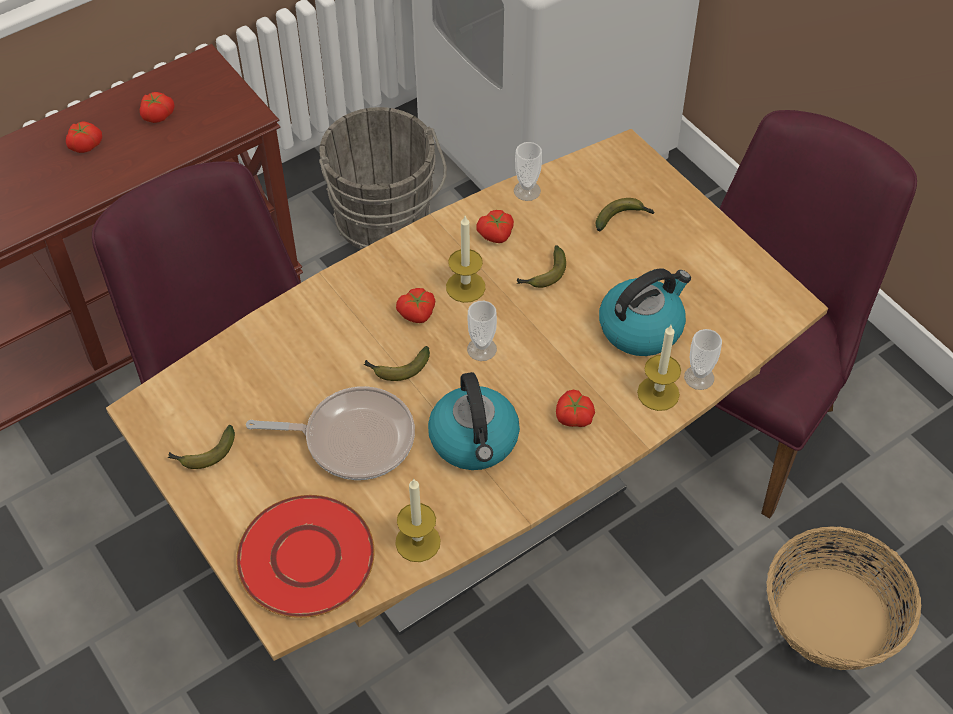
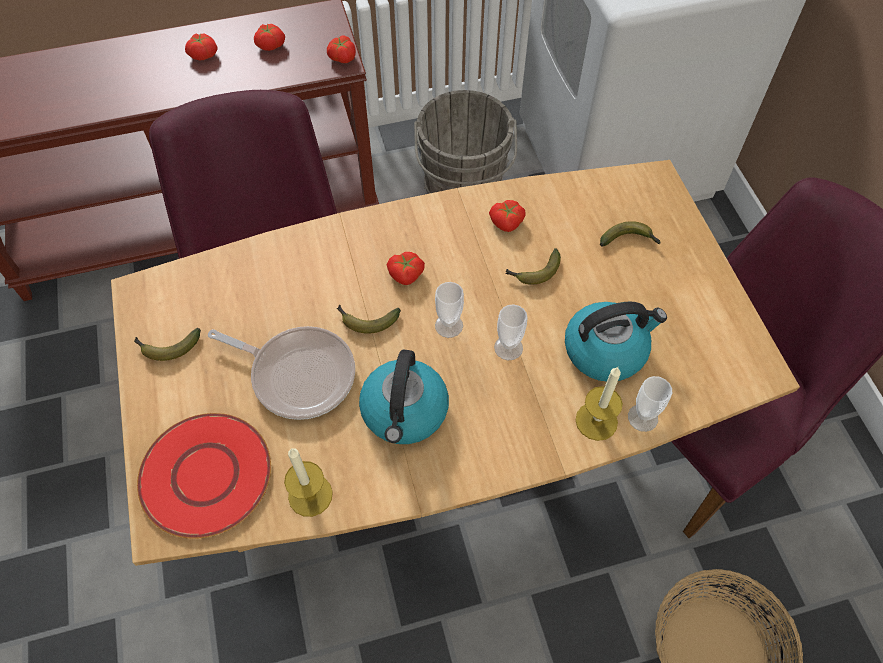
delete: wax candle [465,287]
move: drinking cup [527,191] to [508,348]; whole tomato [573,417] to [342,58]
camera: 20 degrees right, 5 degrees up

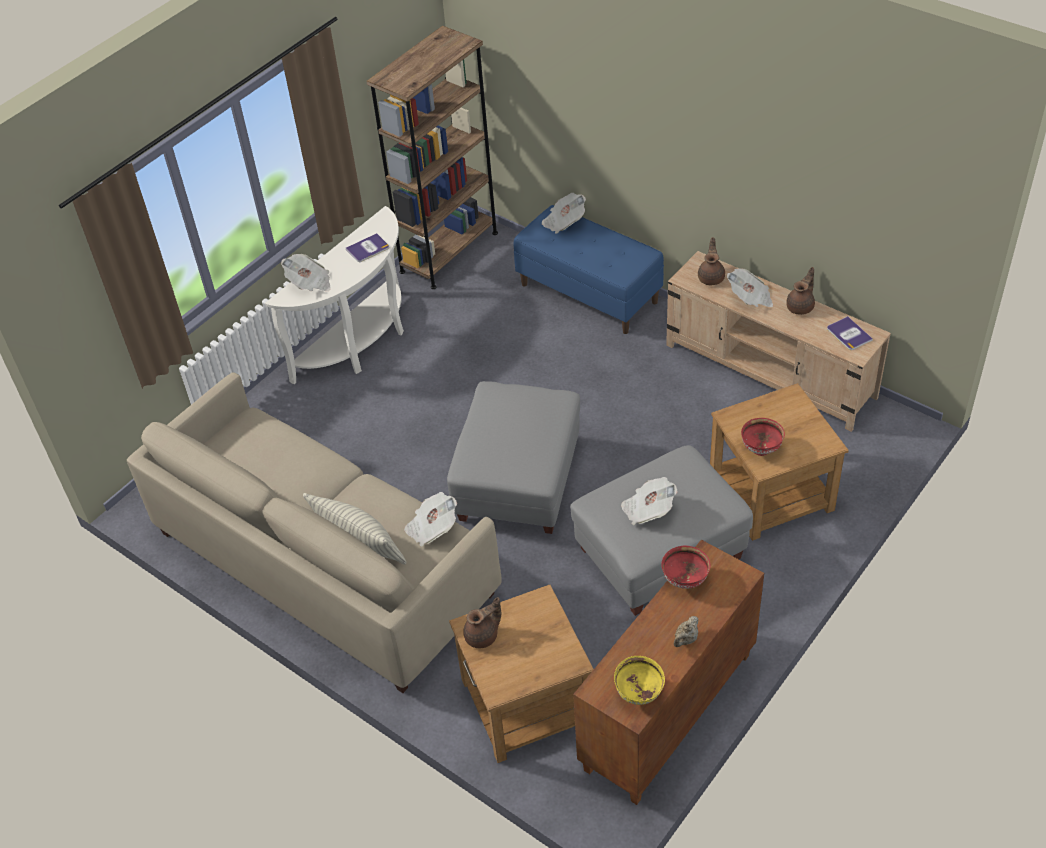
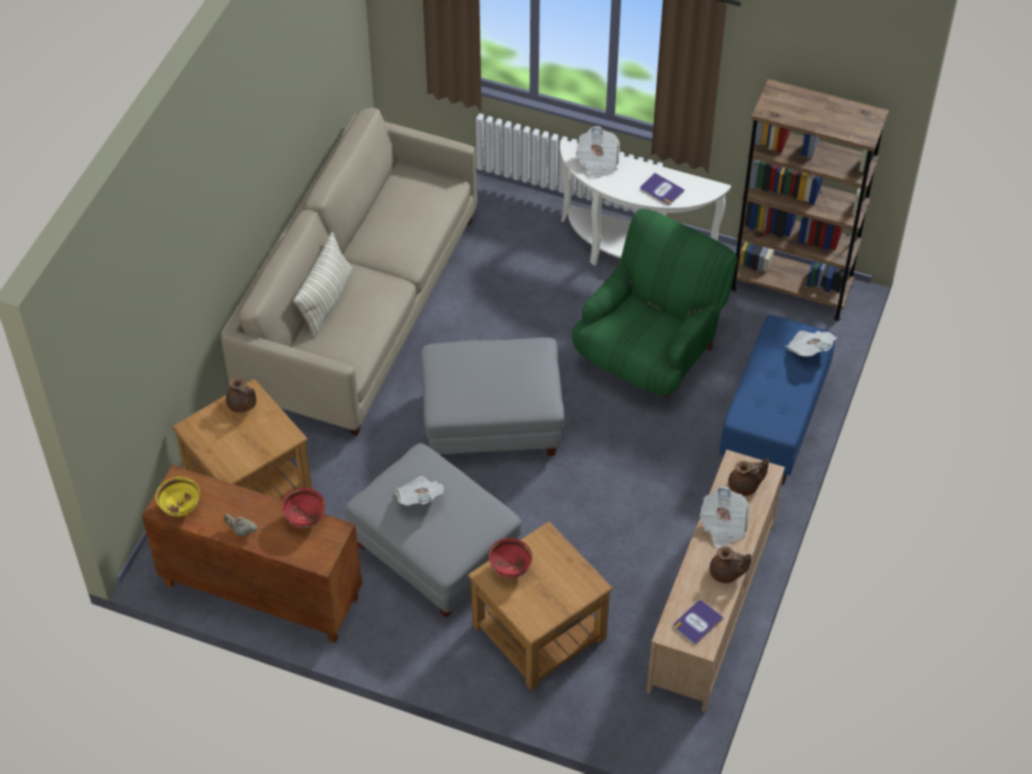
delete: newspaper [432,528]
insert: lounge chair (green) [649,353]
camera: 70 degrees right, 5 degrees up

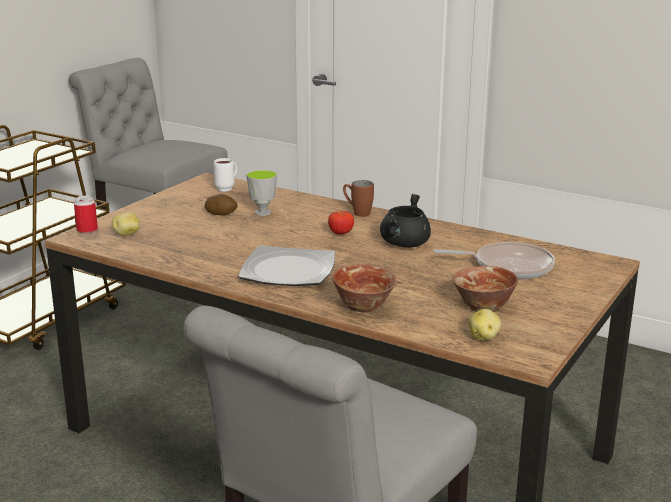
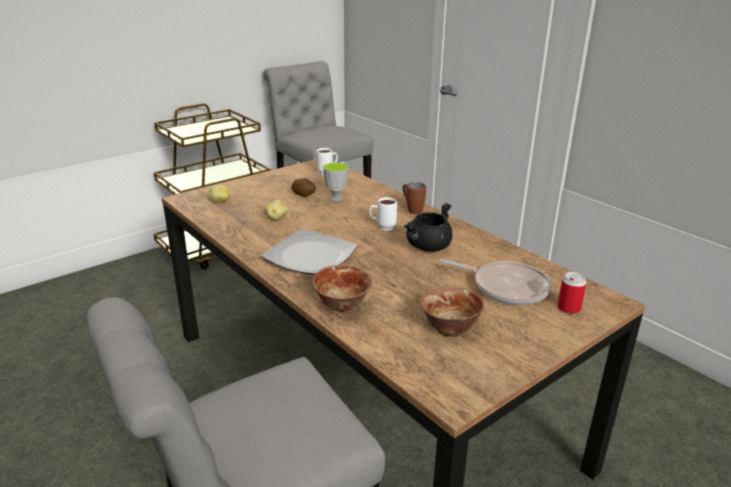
move: sealed can [87,230] to [568,308]; potato [484,337] to [277,218]
replace: whole tomato [341,233] to tea mug (white) [382,227]
camera: 20 degrees right, 5 degrees up

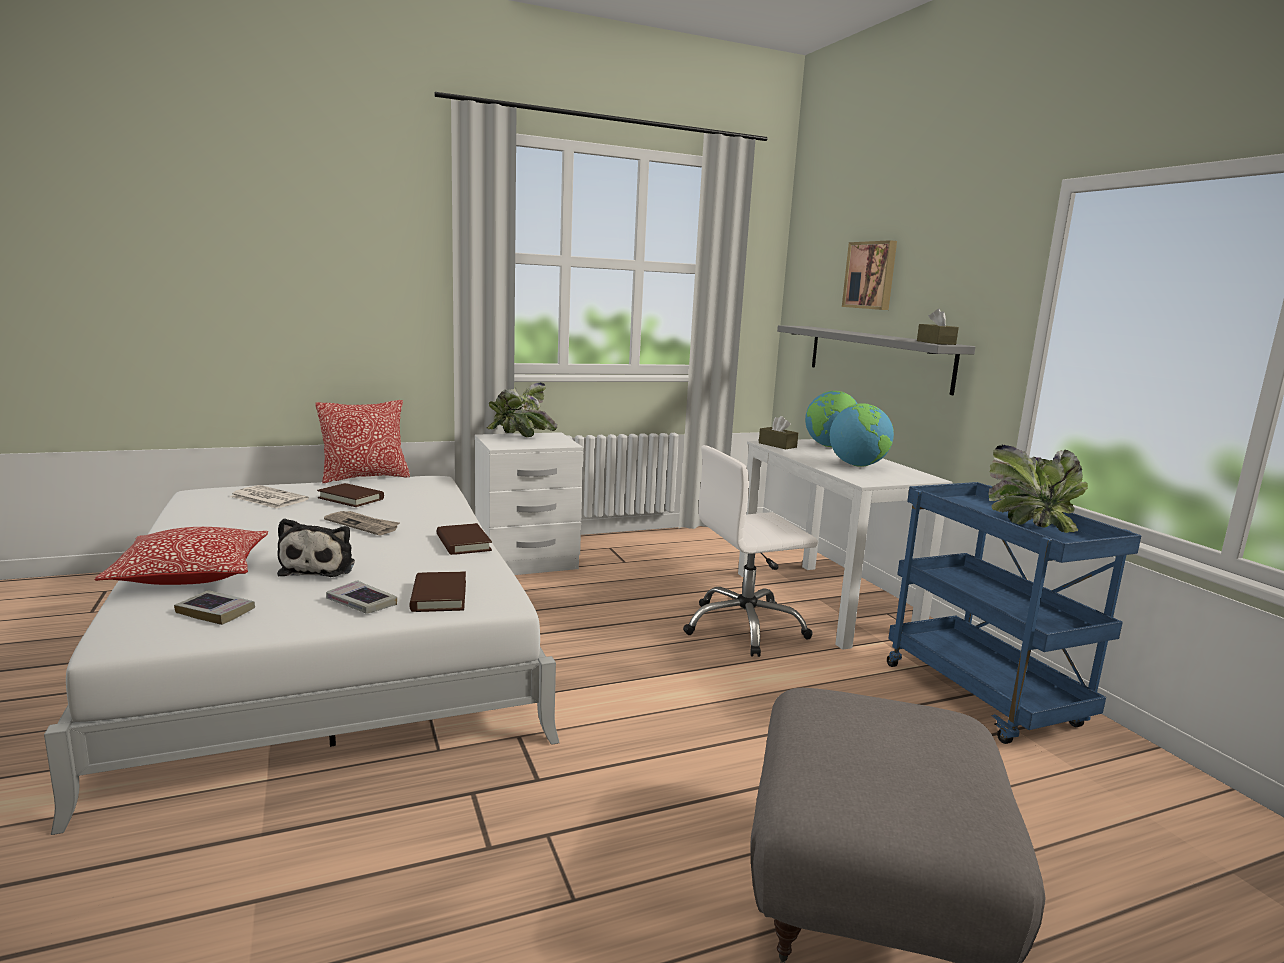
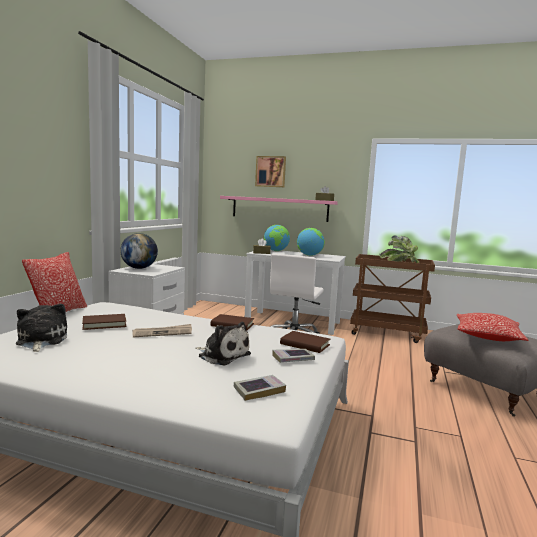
move: cushion [191,575] to [487,337]
replace: newspaper [267,498] to cuddly toy [40,340]; potted plant [520,437] to globe [139,268]
recolor: wall shelf (greyish) [877,357] to wall shelf (pink-coloured) [279,208]; trolley (blue) [984,697] to trolley (brown-coloured) [387,333]
camera: 50 degrees left, 5 degrees down

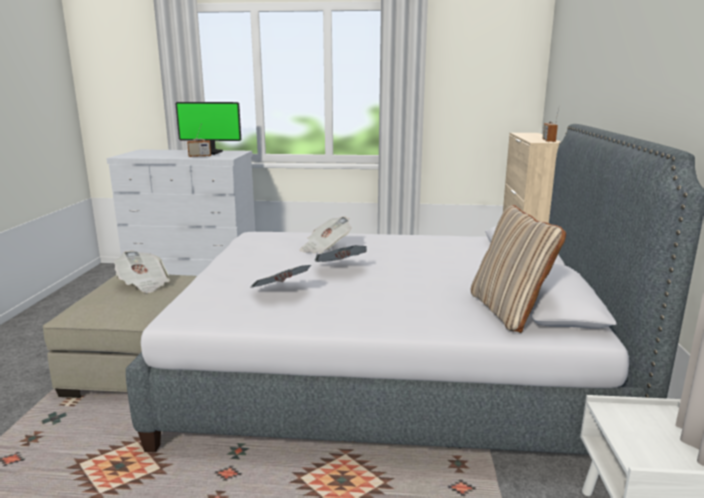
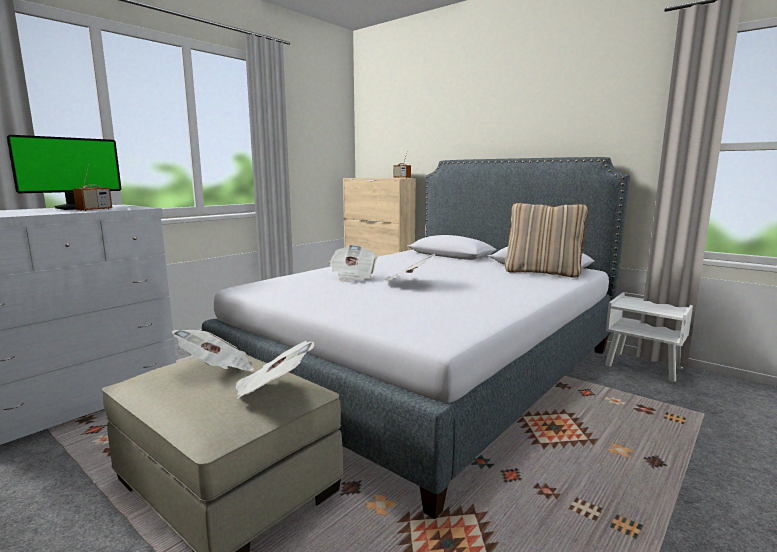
move: newspaper [280,292] to [273,389]
camera: 55 degrees left, 5 degrees down

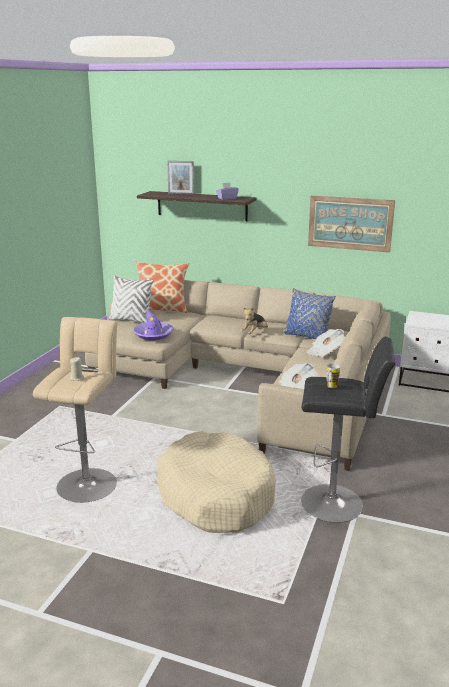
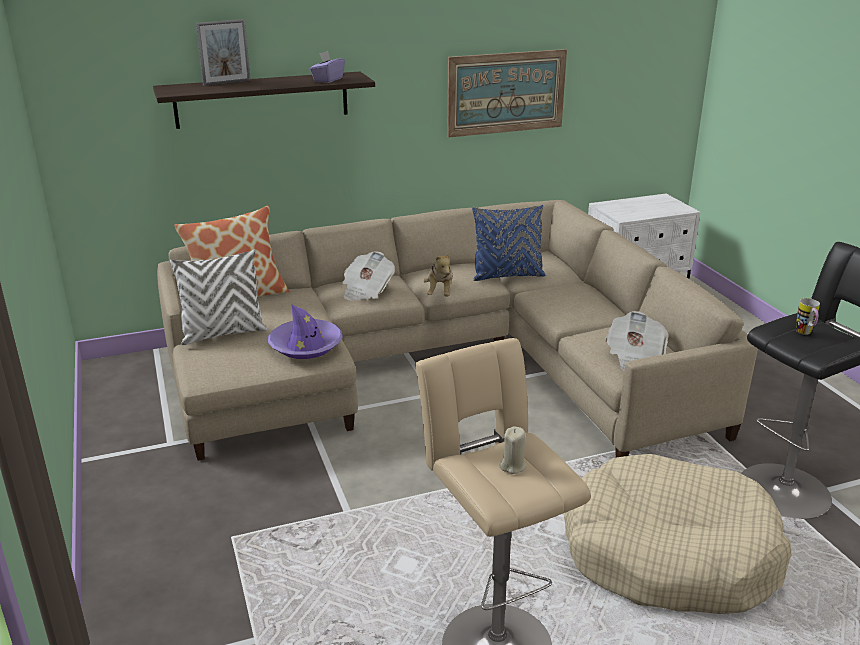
move: newspaper [325,352] to [366,290]
camera: 40 degrees left, 5 degrees up

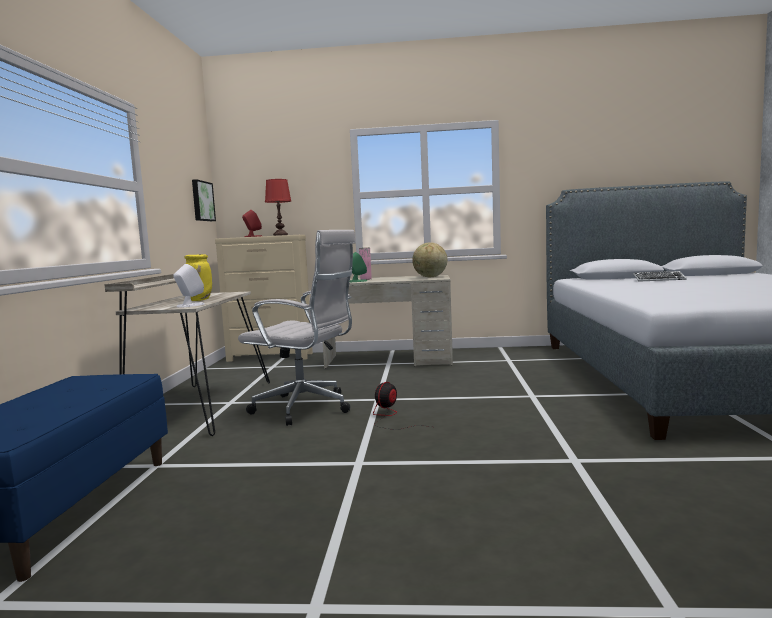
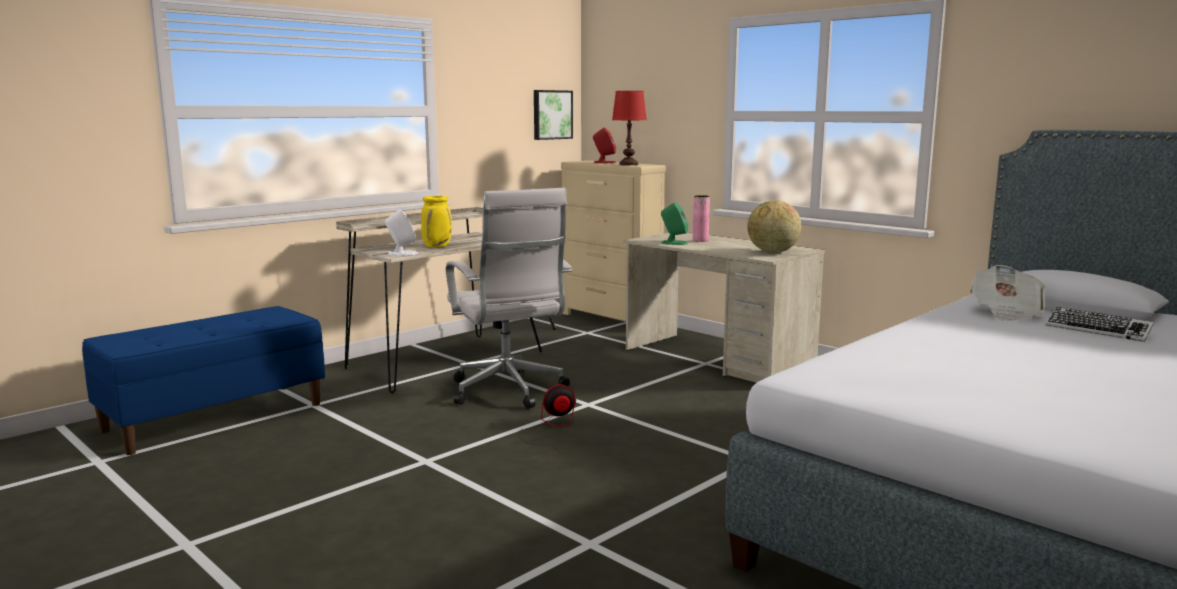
insert: newspaper [1006,312]
camera: 40 degrees right, 5 degrees up

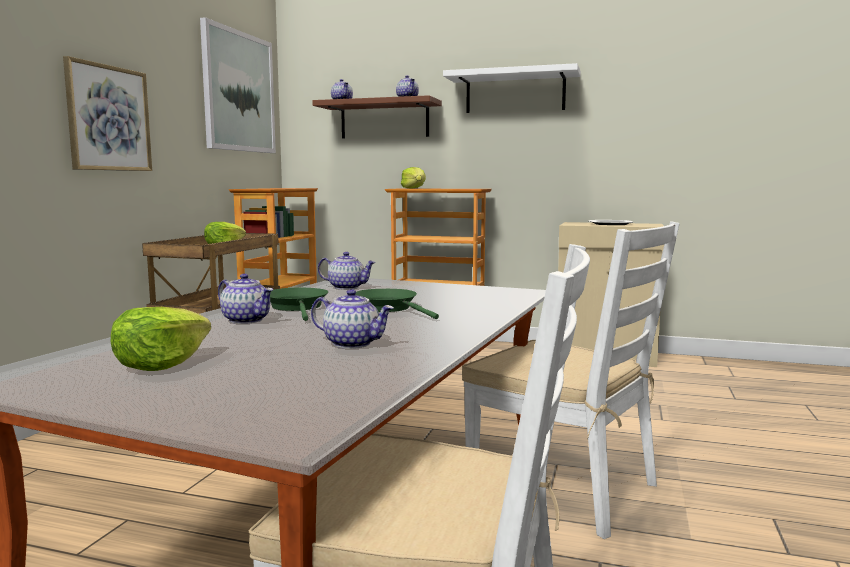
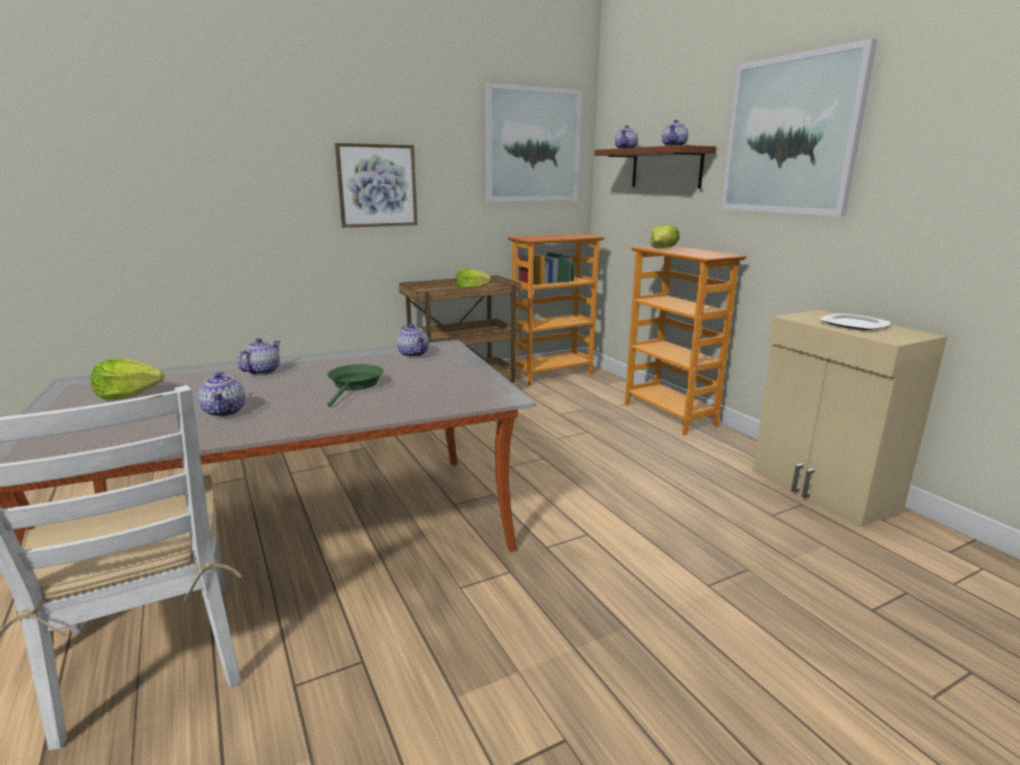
delete: pan (green) [298,307]; chair (white) [565,487]
replace: wall shelf (white) [515,92] to wall picture [790,136]
rotate: pot for tea [247,320] = [262,371] 150 degrees counterclockwise
camera: 45 degrees right, 10 degrees up

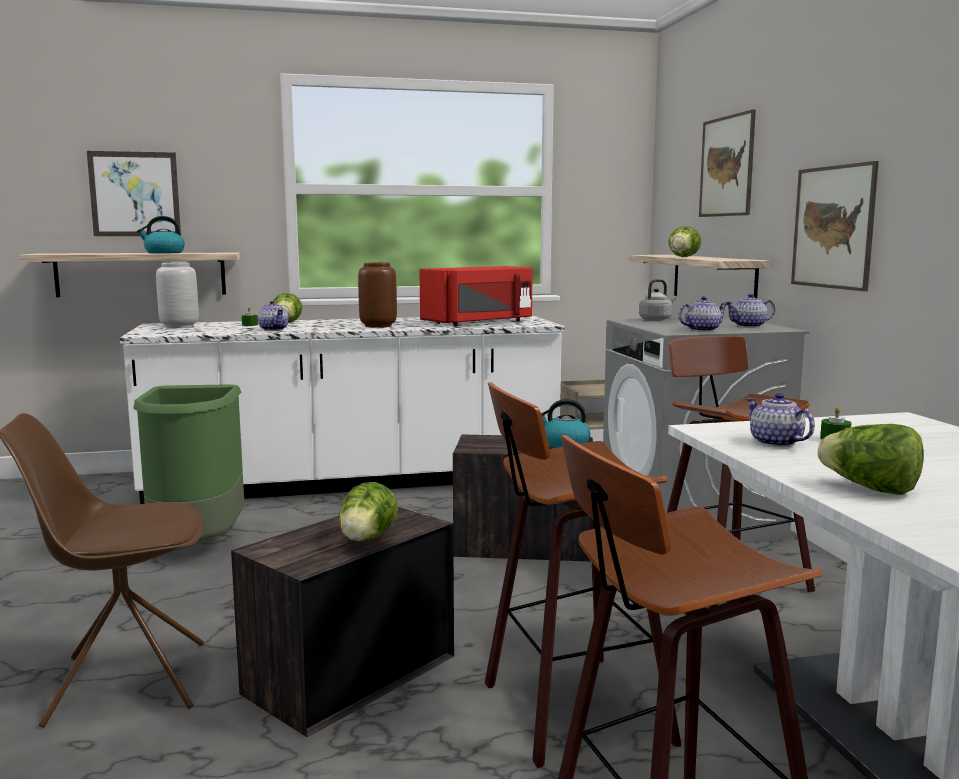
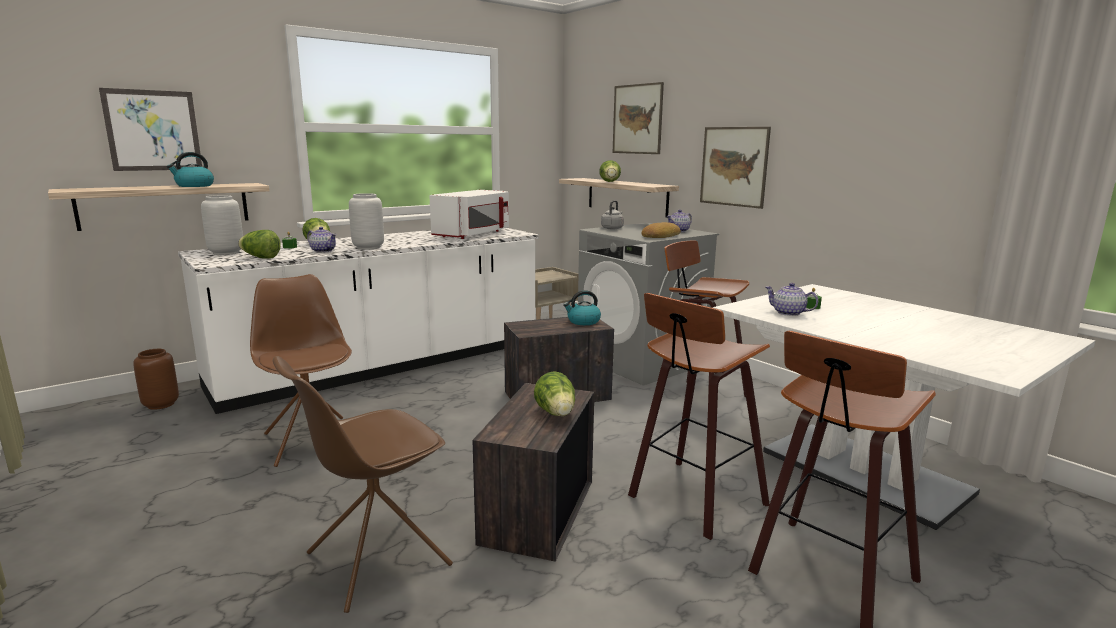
insert: decorative vase (greyish) [368,247]
move: decorative vase (brown-coloured) [377,326] to [160,405]; lettuce head [870,488] to [260,258]
replace: trash can (green) [197,546] to chair (brown-coloured) [311,440]; pot for tea [701,330] to bread [660,236]
recolor: microwave (red-coloured) [479,322] to microwave (white) [473,234]
camera: 25 degrees left, 5 degrees up

